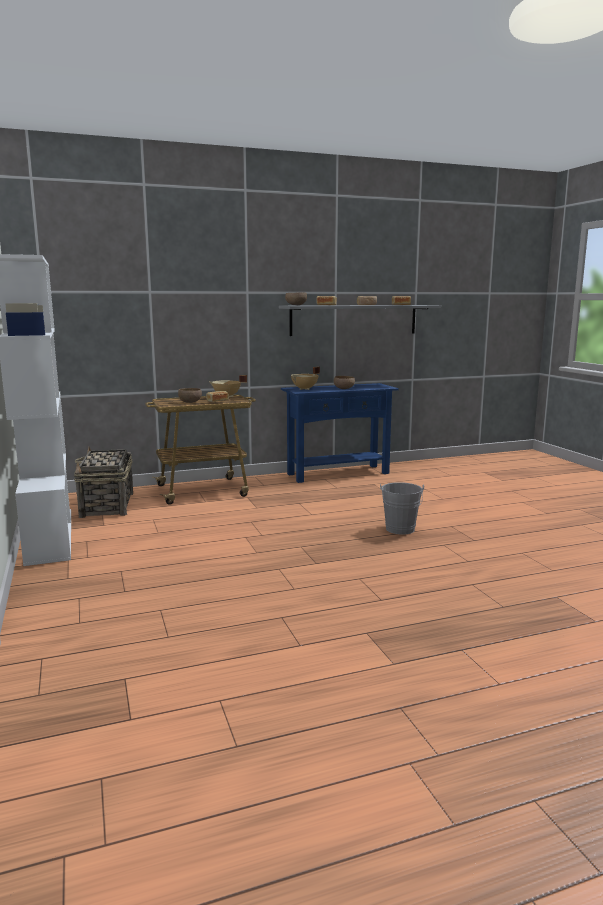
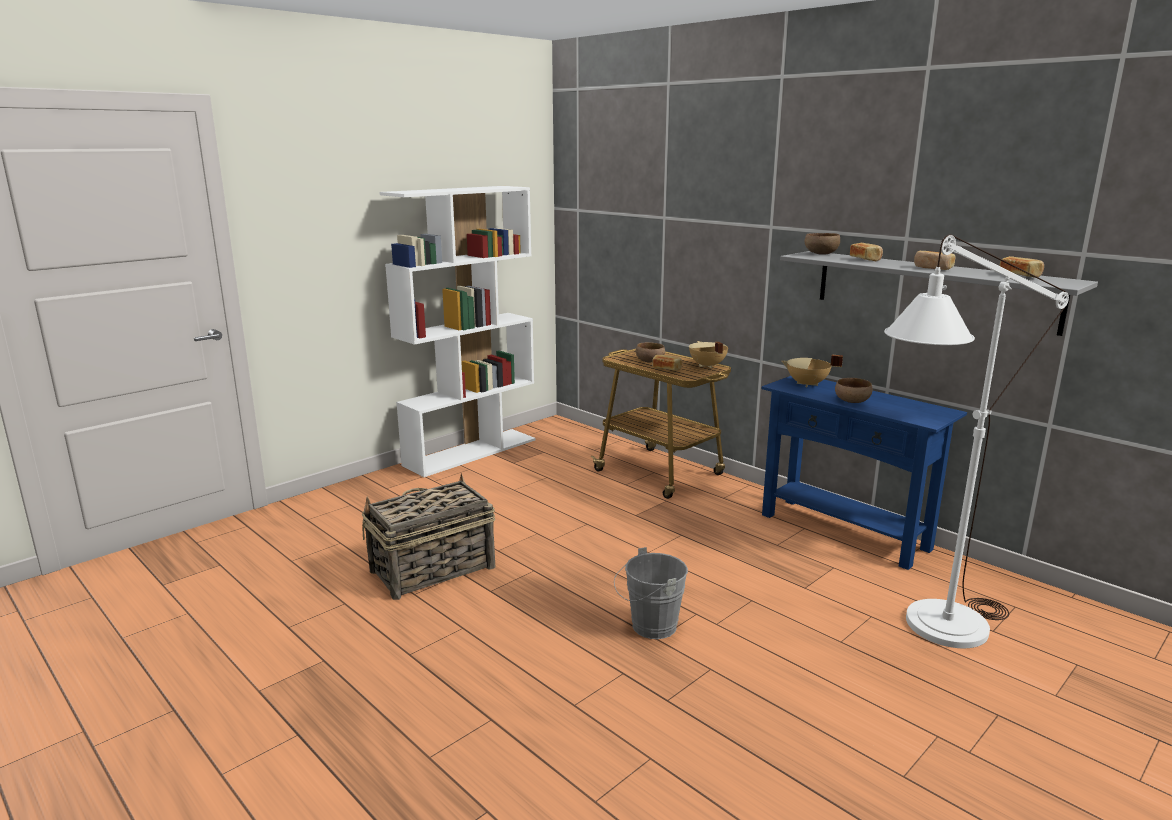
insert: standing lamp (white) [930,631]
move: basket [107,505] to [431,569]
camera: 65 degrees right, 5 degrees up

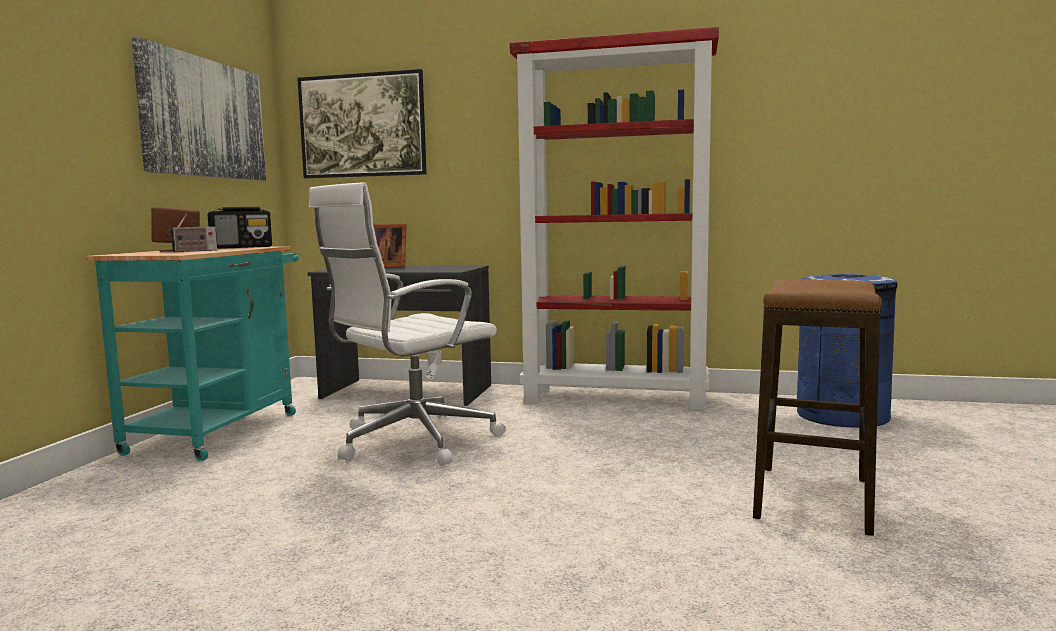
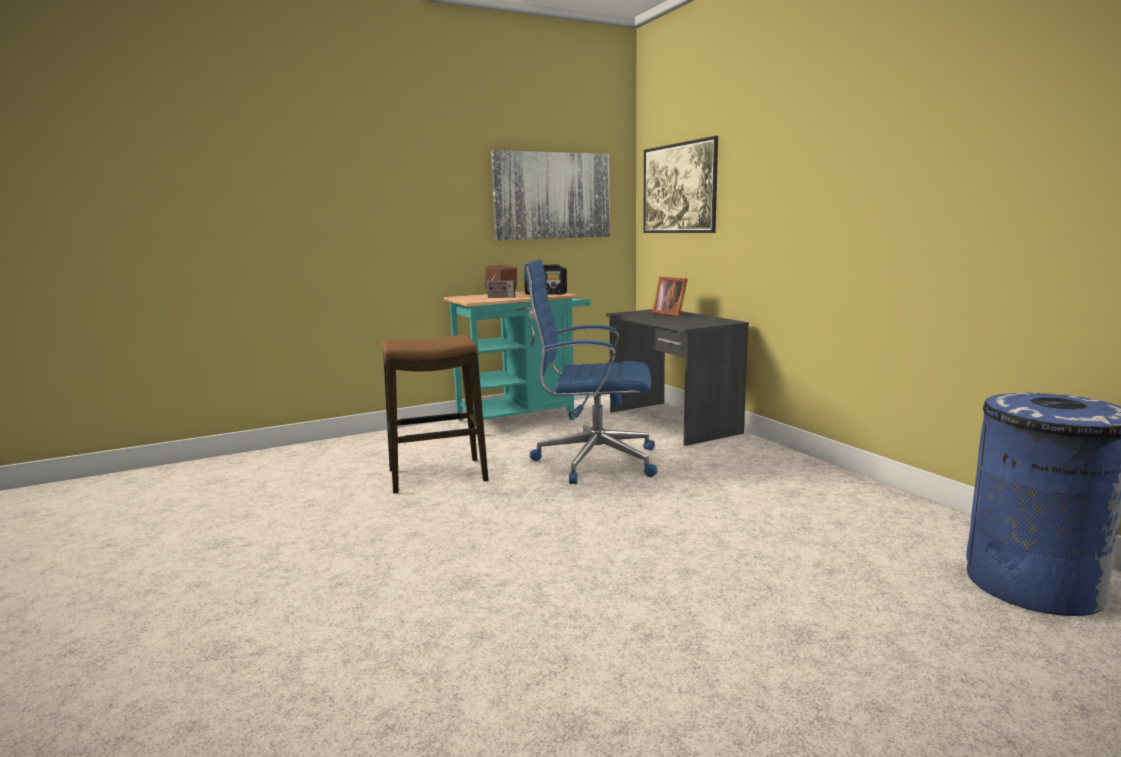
delete: shelving unit (red-coloured) [616,398]
move: stool seat [813,499] to [437,476]
recolor: office chair (white) [411,441] to office chair (blue) [592,460]
camera: 50 degrees right, 5 degrees up

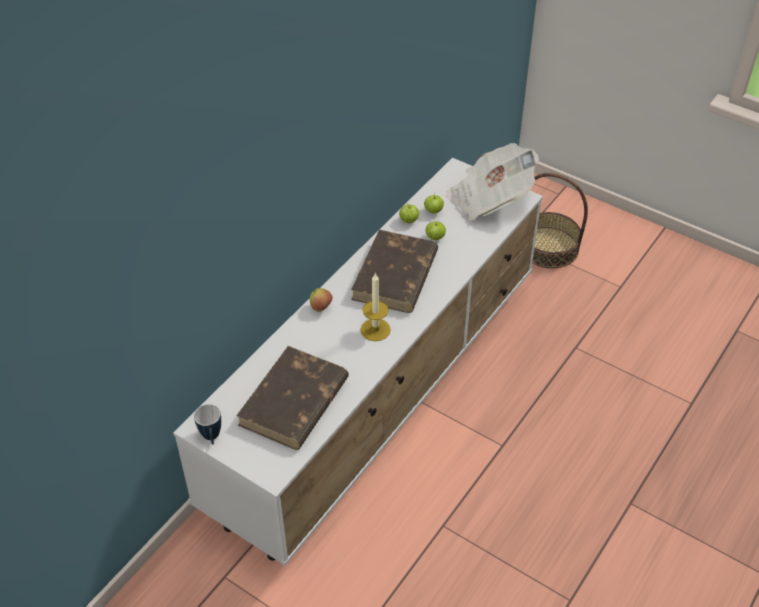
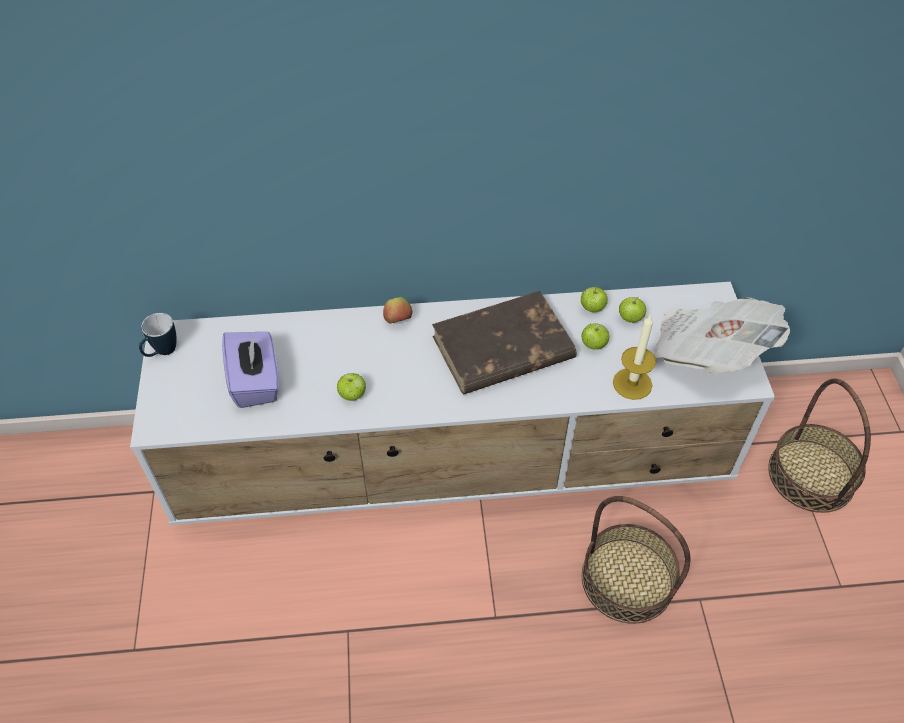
insert: whole apple [352,395]; basket [627,580]
move: wax candle [375,329] to [632,383]
replace: book (brown-coloured) [293,402] to tissue box (purple-coloured) [256,382]
camera: 50 degrees right, 5 degrees up

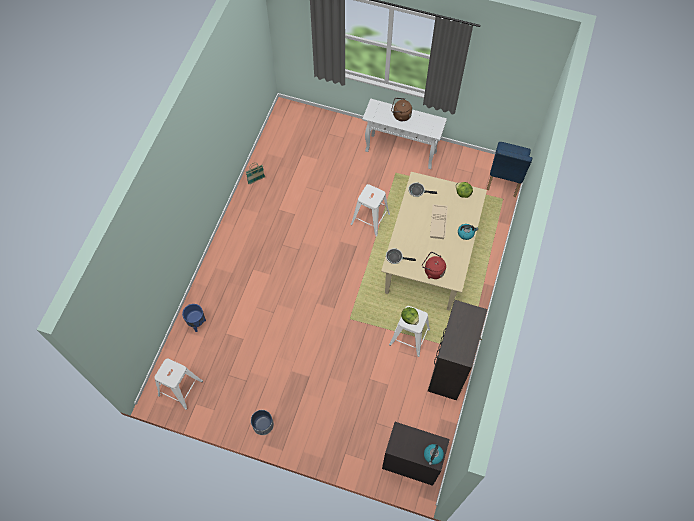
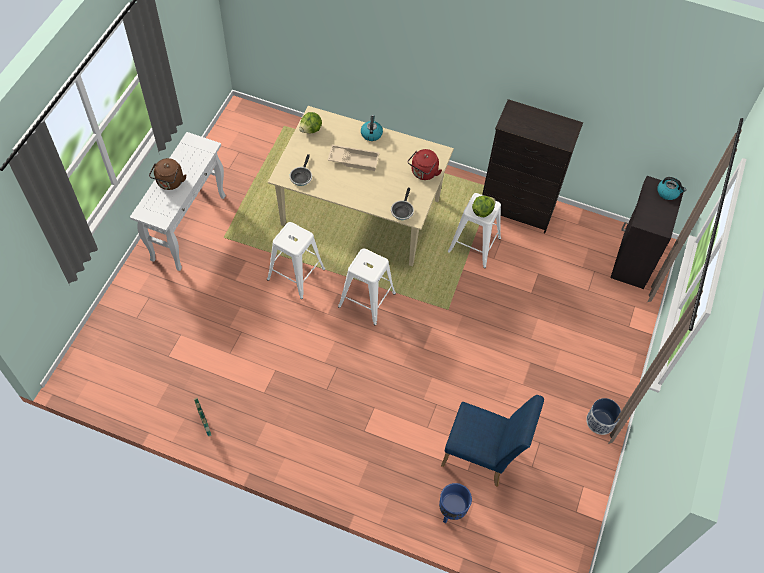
move: stool seat (white) [180,387] to [366,300]; chair (blue) [503,181] to [482,457]
camera: 90 degrees left, 5 degrees down

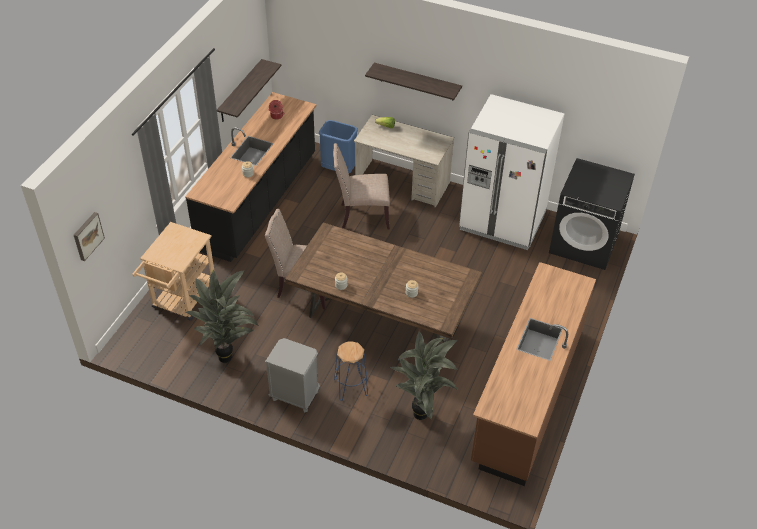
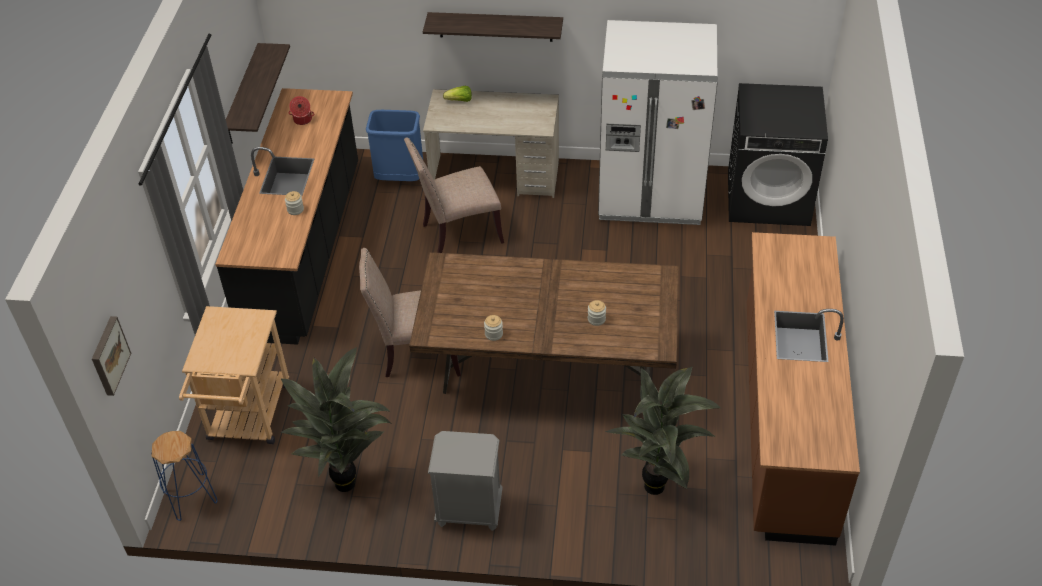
move: stool seat (blue) [351,387] to [191,497]
camera: 15 degrees left, 0 degrees up

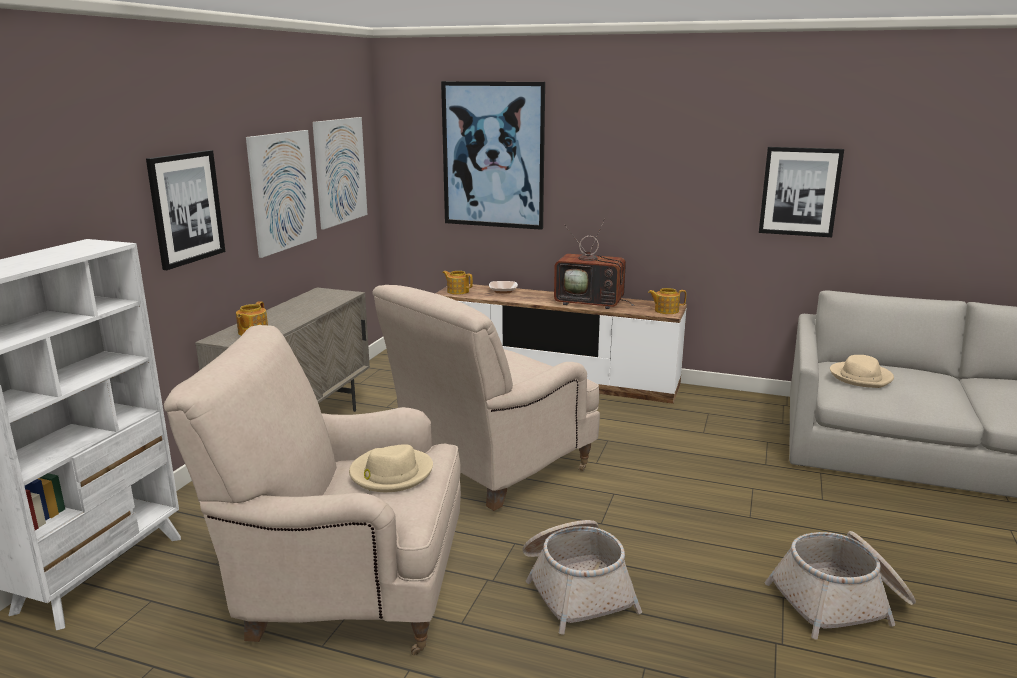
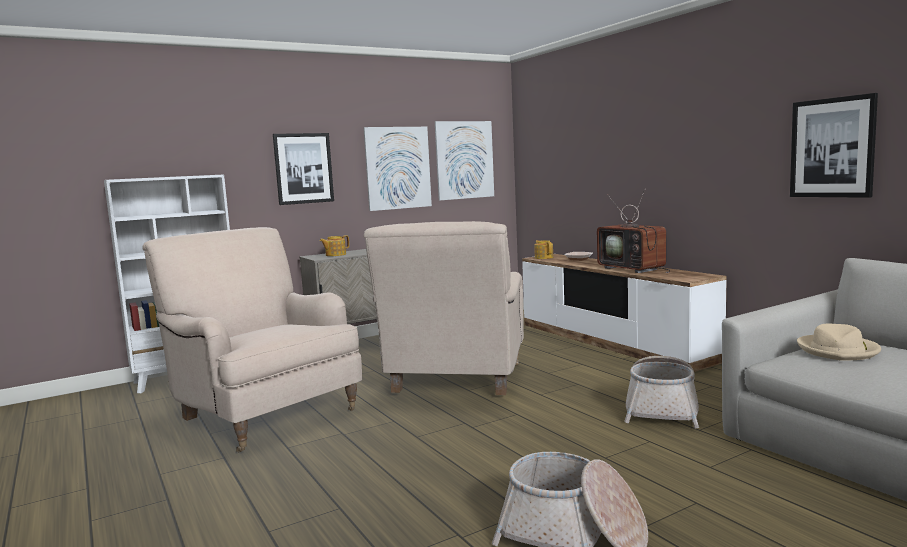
delete: hat (beige-coloured) [390,473]; wall picture [493,155]; pot for tea [666,310]
move: basket [575,588] to [662,409]
rotate: lounge chair (beige-coloured) [490,469] = [456,381] 75 degrees counterclockwise
camera: 40 degrees right, 10 degrees down

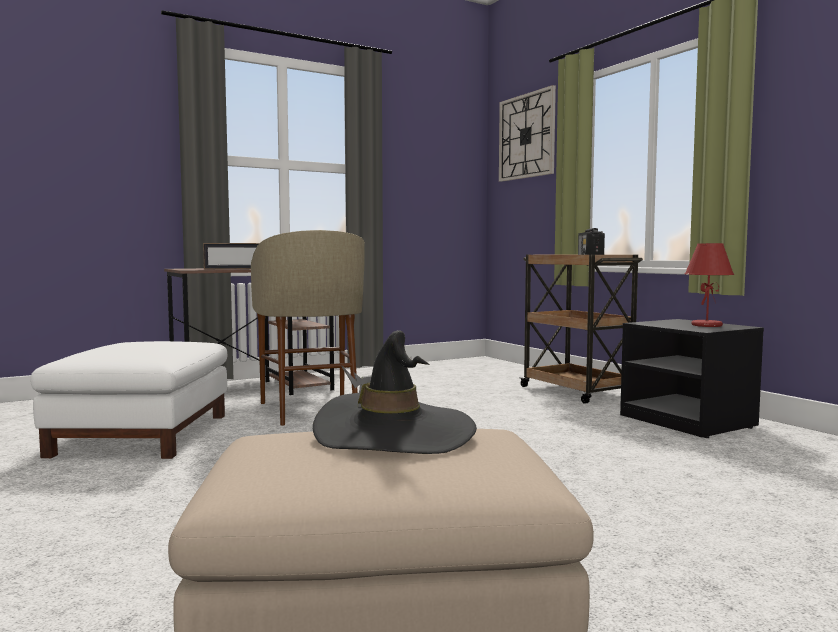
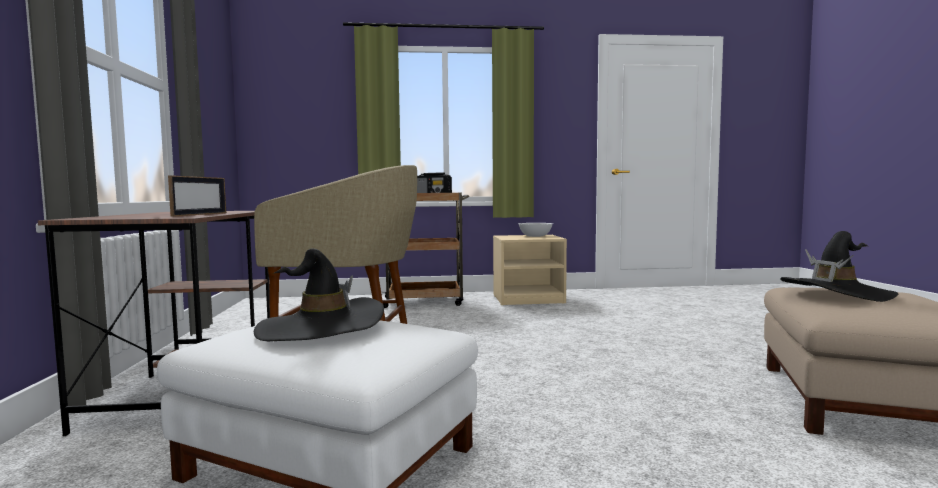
delete: clock on the wall [526,136]
insert: hat (blackish) [321,328]
replace: lamp for a table (red-coloured) [706,325] to serving bowl (white) [535,236]
recolor: nightstand (blackish) [689,421] to nightstand (beige-coloured) [528,299]
camera: 65 degrees left, 0 degrees up

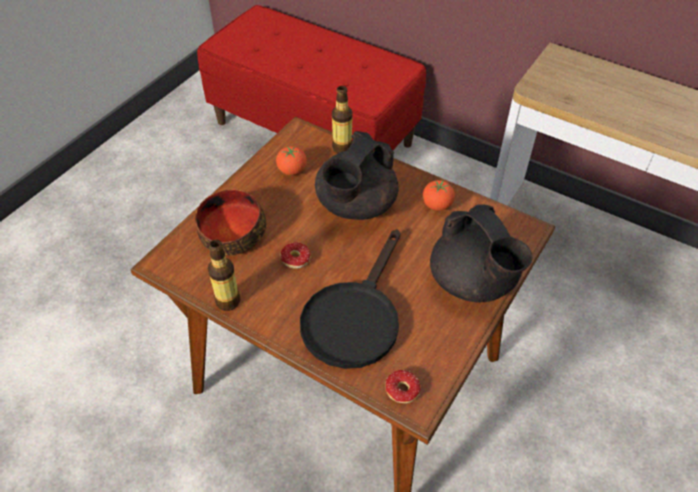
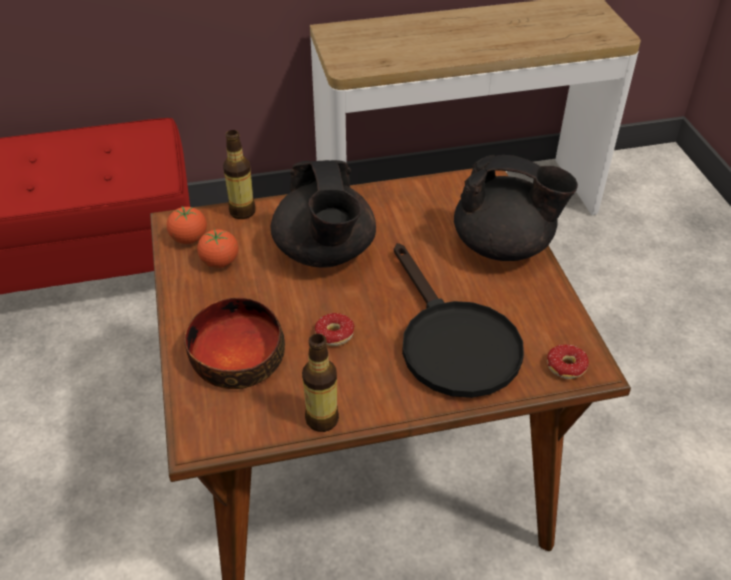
move: whole tomato [437,205] to [189,239]
camera: 45 degrees left, 5 degrees down

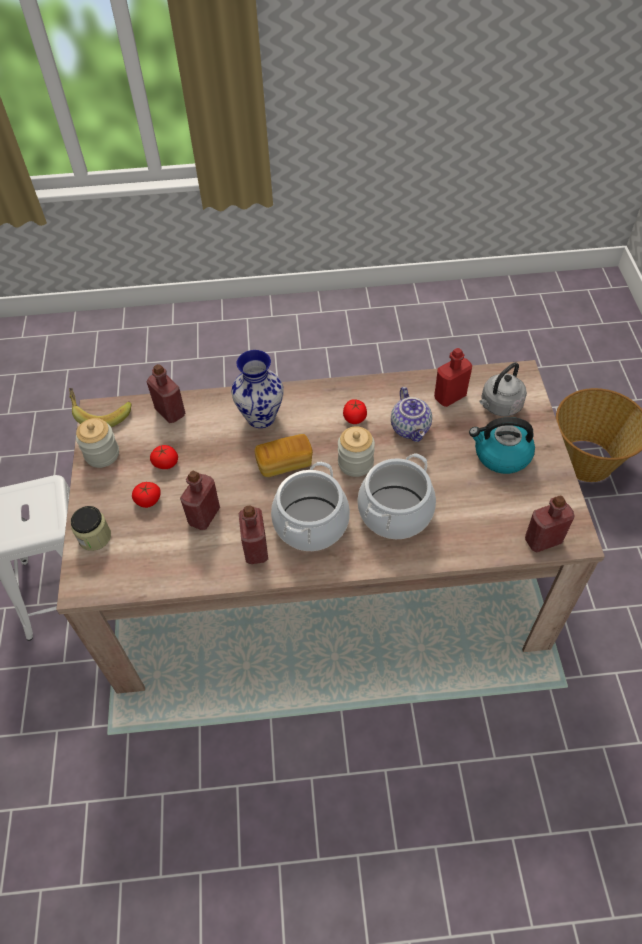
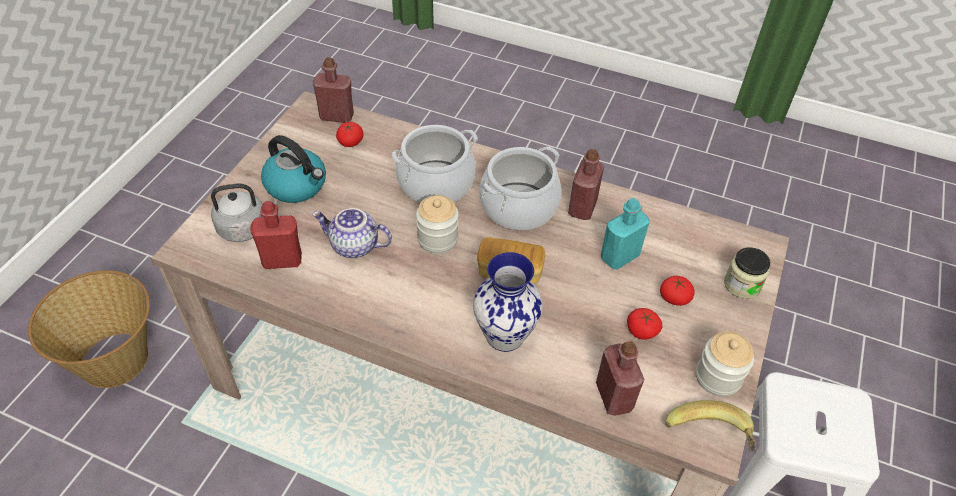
move: whole tomato [355,417] to [350,142]
recolor: beverage bottle (red-coloured) [204,515] to beverage bottle (turquoise) [619,256]
rotate: pot for tea [411,428] = [353,246] 90 degrees counterclockwise
camera: 155 degrees left, 5 degrees down

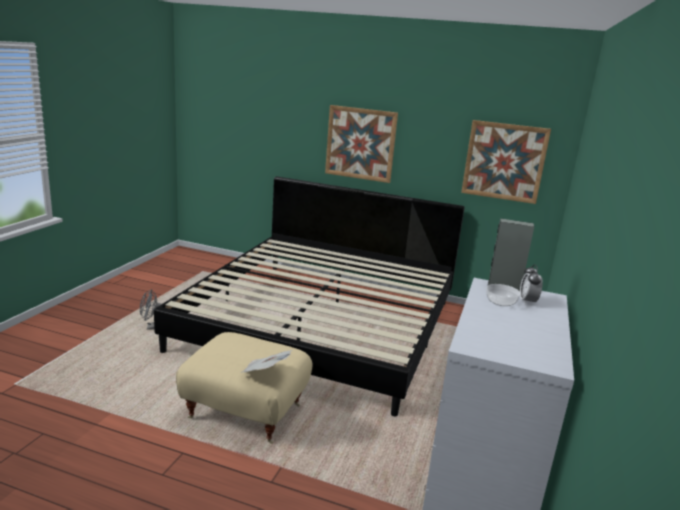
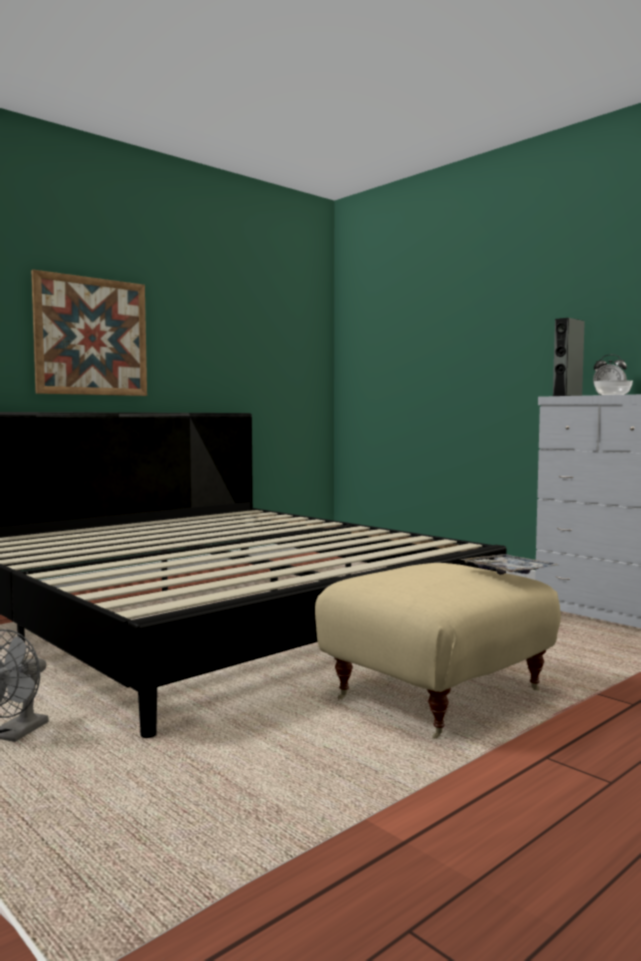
delete: wall picture [504,161]
replace: newspaper [266,373] to serving tray [508,572]
camera: 60 degrees left, 15 degrees down

